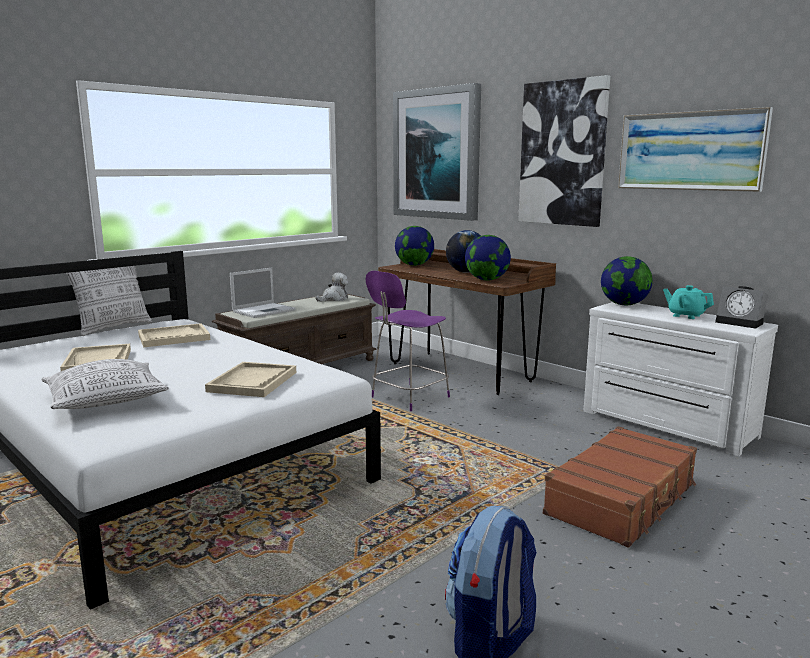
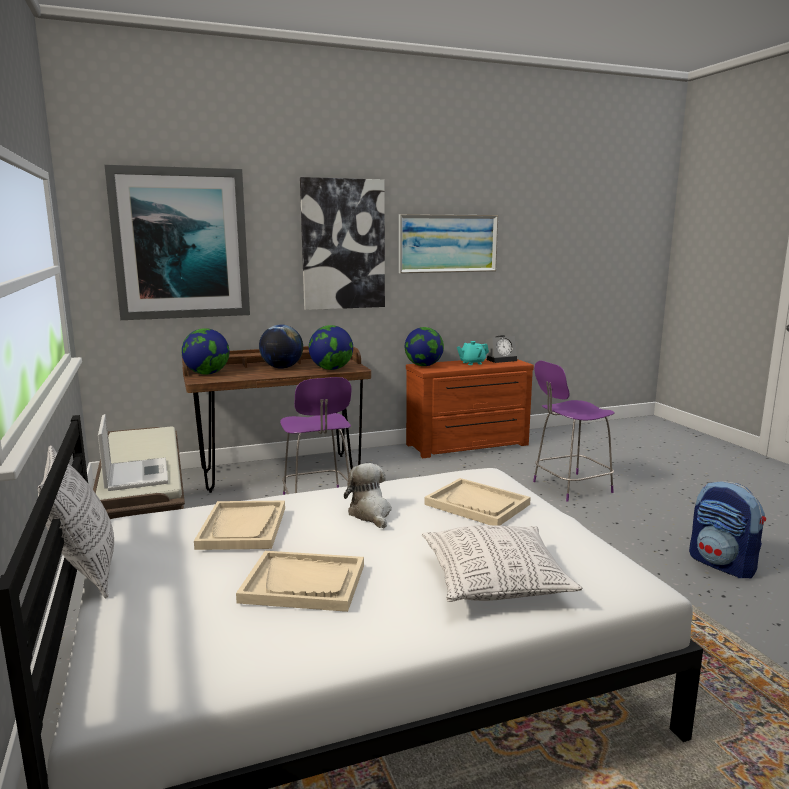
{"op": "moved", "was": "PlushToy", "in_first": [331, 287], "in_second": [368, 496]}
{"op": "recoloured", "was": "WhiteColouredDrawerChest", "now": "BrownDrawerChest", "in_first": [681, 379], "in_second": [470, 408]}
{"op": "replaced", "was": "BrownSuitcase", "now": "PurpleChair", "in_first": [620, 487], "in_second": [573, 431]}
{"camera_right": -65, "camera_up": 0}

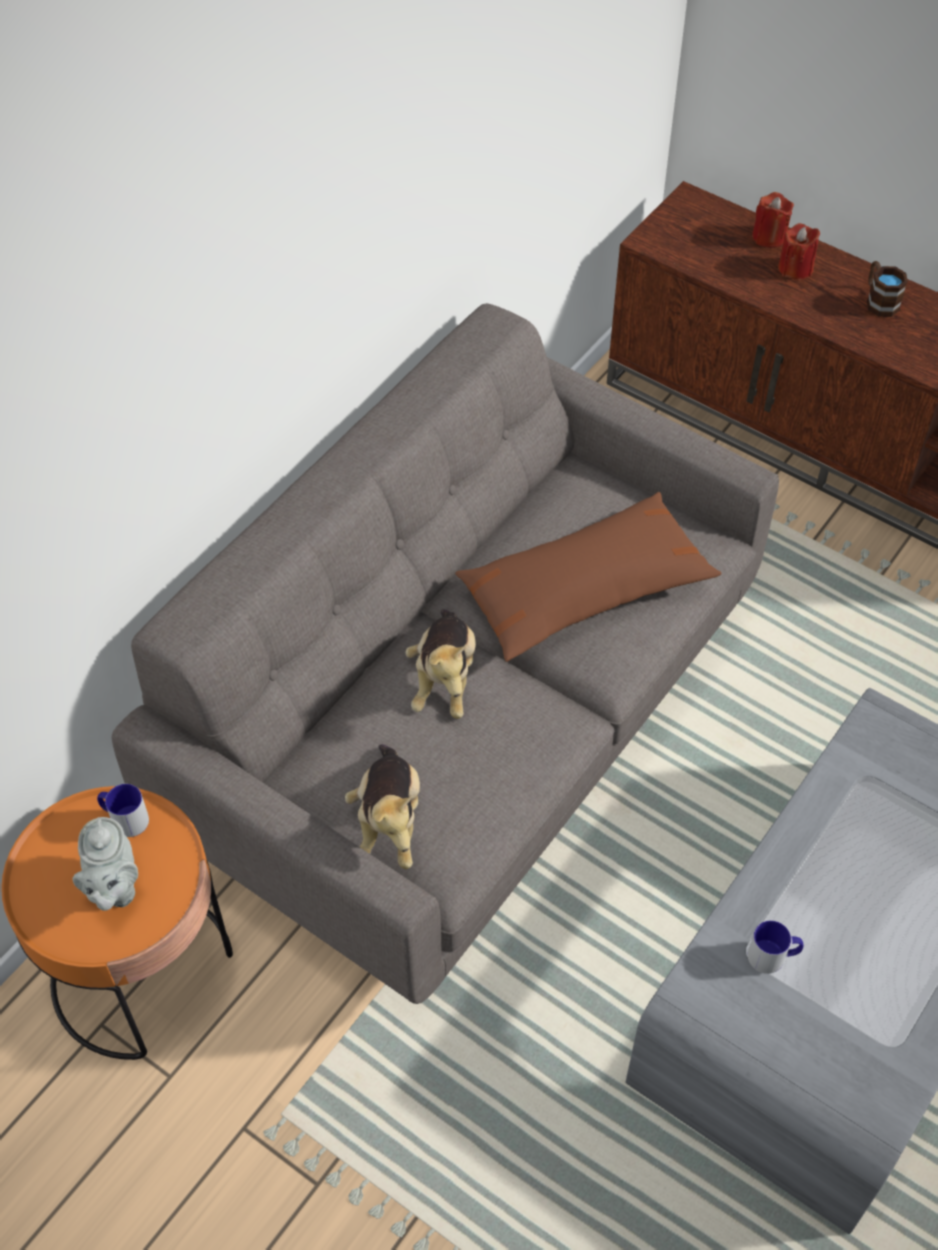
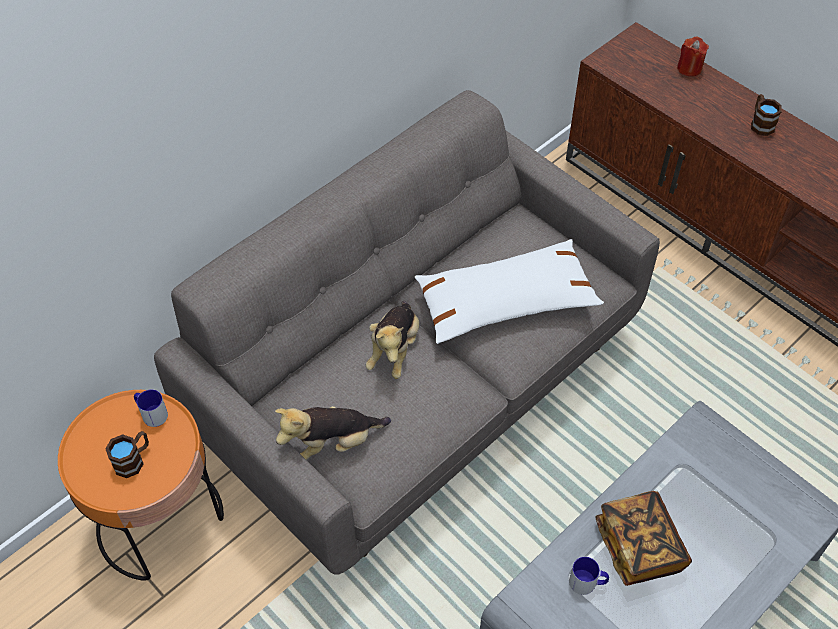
{"op": "replaced", "was": "GreyishTeapot", "now": "BrownMug", "in_first": [105, 864], "in_second": [127, 454]}
{"op": "turned", "was": "PlushToy", "in_first": [382, 806], "in_second": [333, 433], "clockwise": 60}
{"op": "recoloured", "was": "BrownThrowPillow", "now": "WhiteColouredThrowPillow", "in_first": [588, 577], "in_second": [509, 291]}
{"op": "added", "now": "Volume", "in_second": [643, 538]}
{"op": "removed", "was": "ReddishWaxCandle", "in_first": [799, 251]}
{"camera_right": 10, "camera_up": 0}

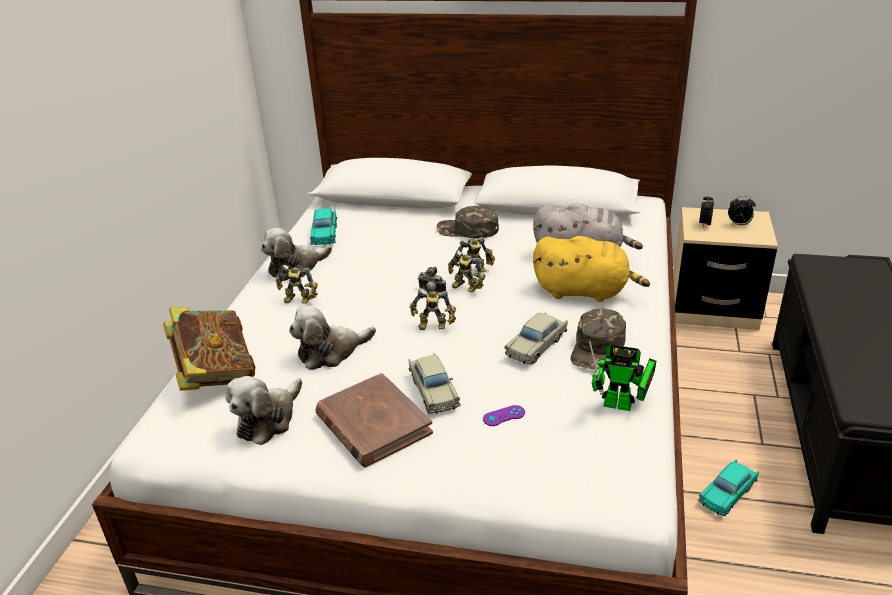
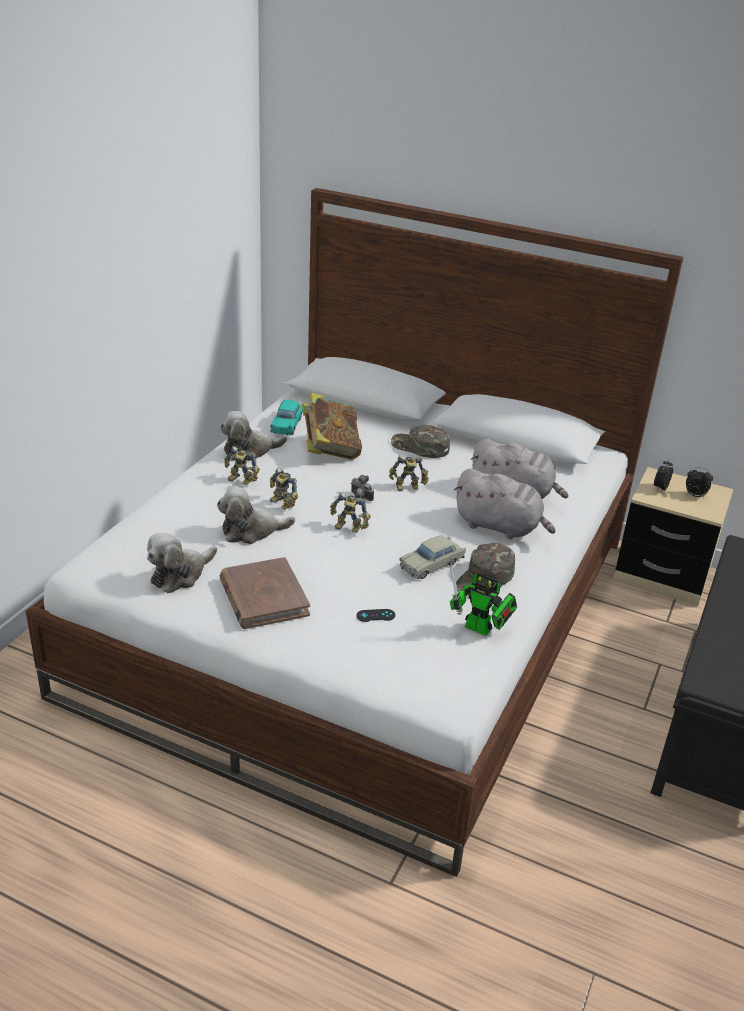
{"op": "moved", "was": "ModelRobot", "in_first": [467, 271], "in_second": [284, 488]}
{"op": "moved", "was": "Volume", "in_first": [209, 349], "in_second": [332, 426]}
{"op": "recoloured", "was": "PurpleGameController", "now": "BlackishGameController", "in_first": [504, 415], "in_second": [375, 615]}
{"op": "recoloured", "was": "YellowishPlushToy", "now": "GreyishPlushToy", "in_first": [591, 269], "in_second": [505, 503]}
{"op": "removed", "was": "BeigeToyCar", "in_first": [434, 383]}
{"op": "removed", "was": "TurquoiseColouredToyCar", "in_first": [728, 487]}
{"camera_right": 10, "camera_up": 0}

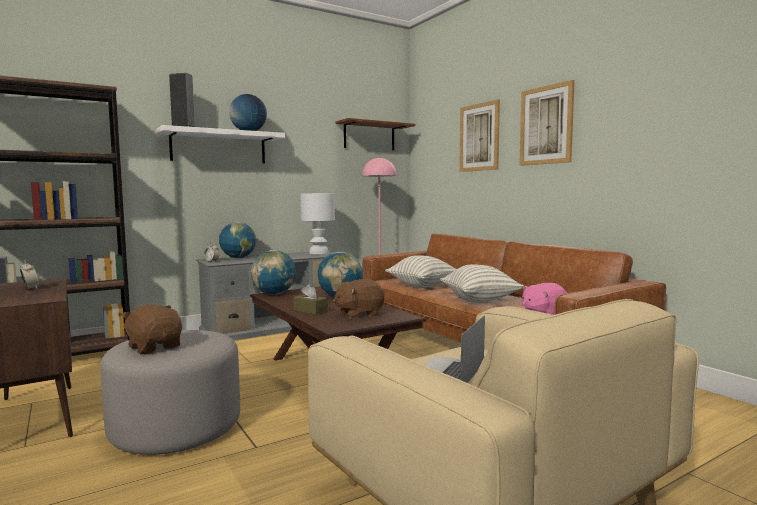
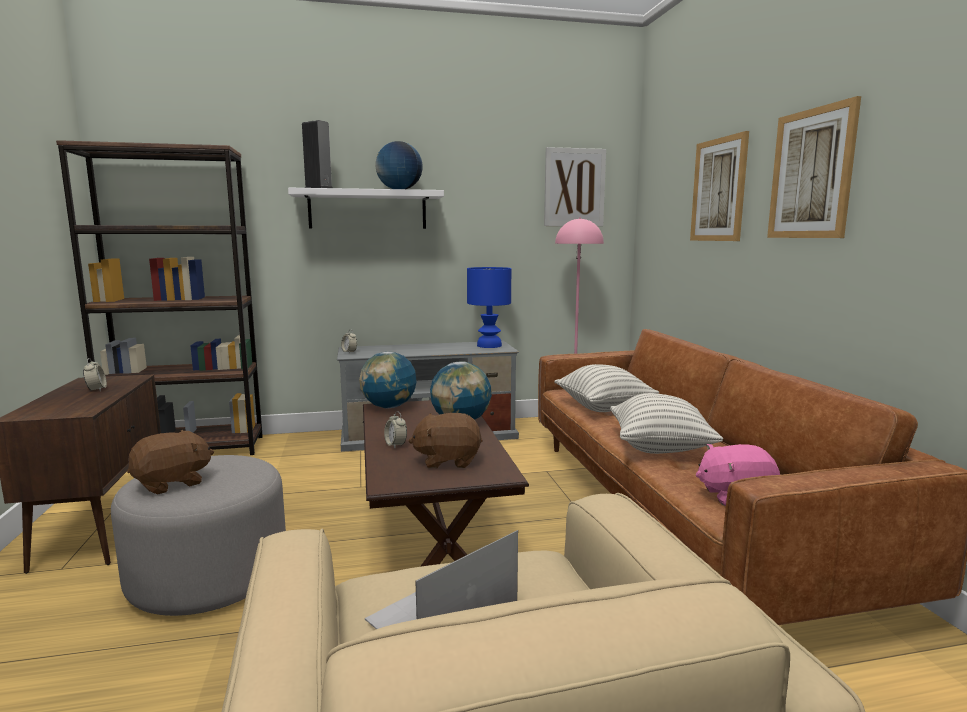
{"op": "turned", "was": "BrownPlushToy", "in_first": [151, 329], "in_second": [170, 462], "clockwise": 75}
{"op": "replaced", "was": "BrownTissueHolder", "now": "AlarmClock", "in_first": [310, 299], "in_second": [395, 430]}
{"op": "recoloured", "was": "WhiteColouredTableLamp", "now": "BlueColouredTableLamp", "in_first": [317, 223], "in_second": [489, 307]}
{"op": "replaced", "was": "BrownShelf", "now": "Picture", "in_first": [375, 134], "in_second": [575, 186]}
{"op": "removed", "was": "WorldGlobe", "in_first": [237, 240]}
{"camera_right": 20, "camera_up": 5}

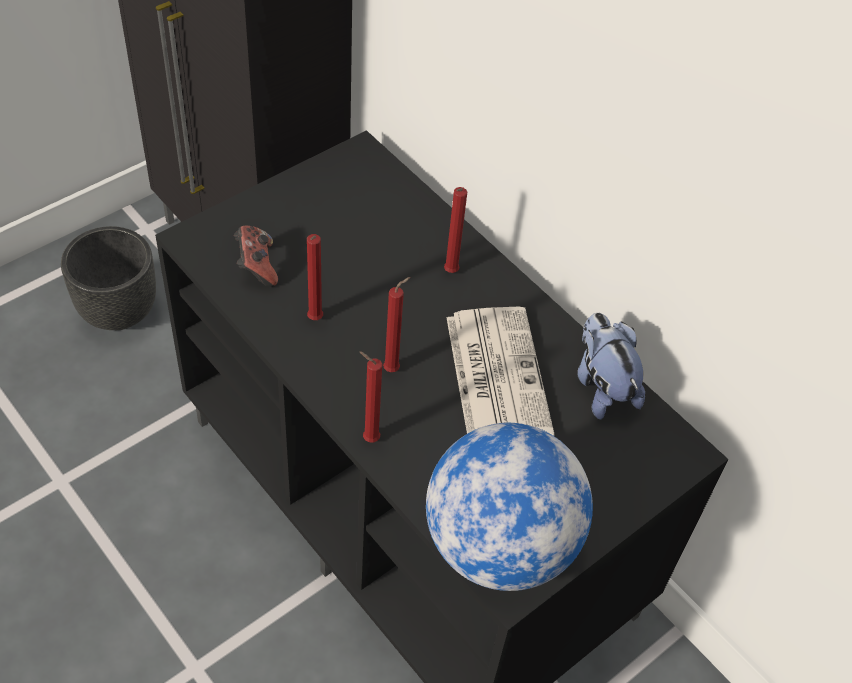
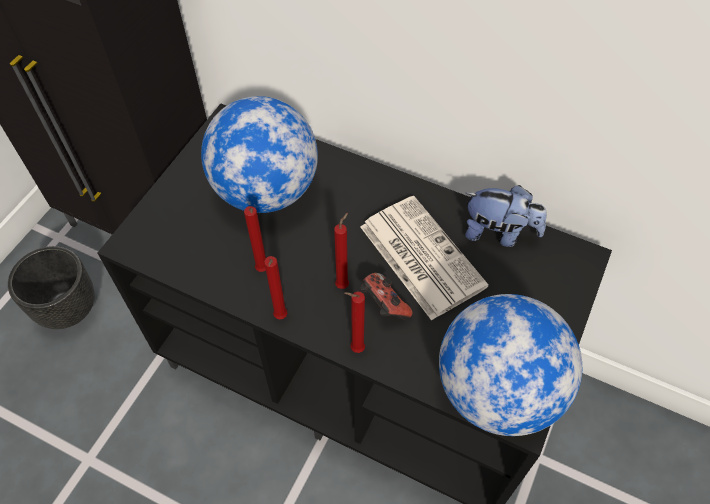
{"op": "added", "now": "WorldGlobe", "in_second": [259, 154]}
{"op": "moved", "was": "ReddishWaxCandle", "in_first": [455, 230], "in_second": [276, 287]}
{"op": "moved", "was": "GameController", "in_first": [256, 256], "in_second": [387, 296]}
{"op": "turned", "was": "PlushToy", "in_first": [611, 366], "in_second": [506, 216], "clockwise": 150}
{"camera_right": -20, "camera_up": 5}

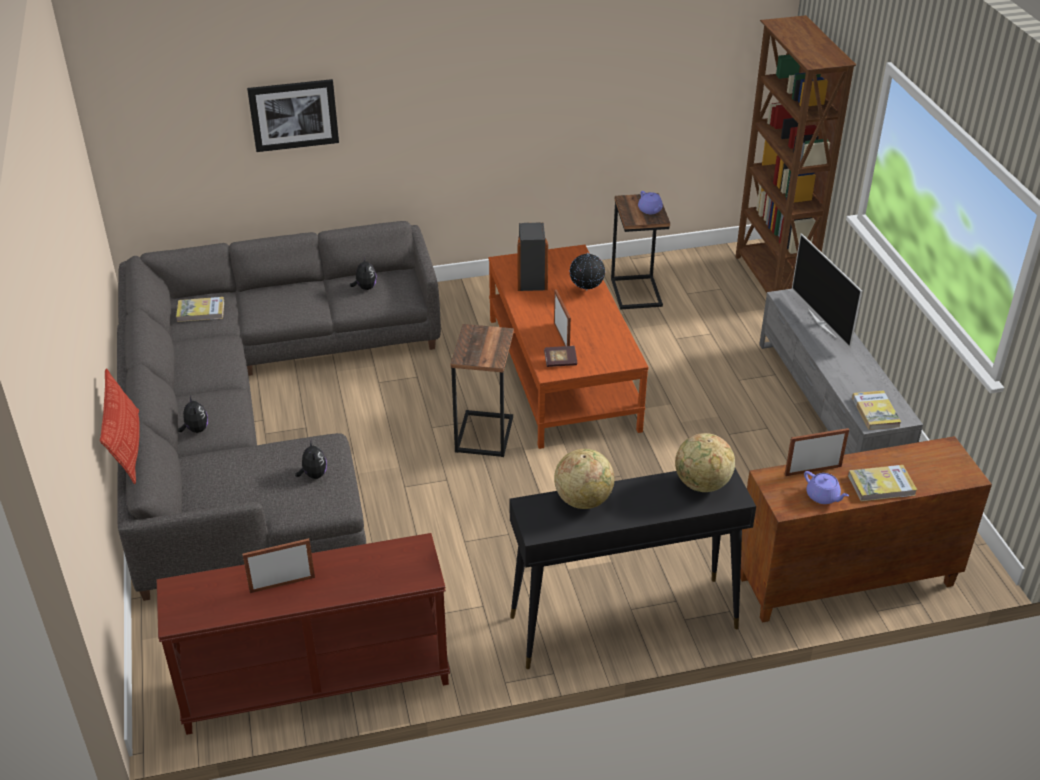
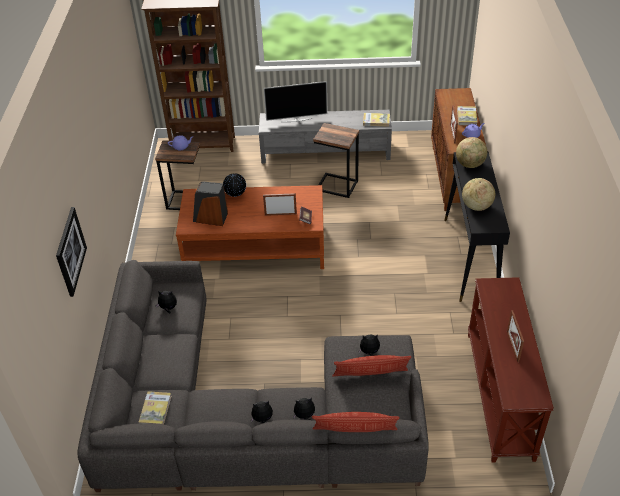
{"op": "added", "now": "PlushToy", "in_second": [262, 412]}
{"op": "moved", "was": "AccentTable", "in_first": [482, 390], "in_second": [336, 160]}
{"op": "added", "now": "ThrowPillow", "in_second": [372, 366]}
{"camera_right": -75, "camera_up": 5}

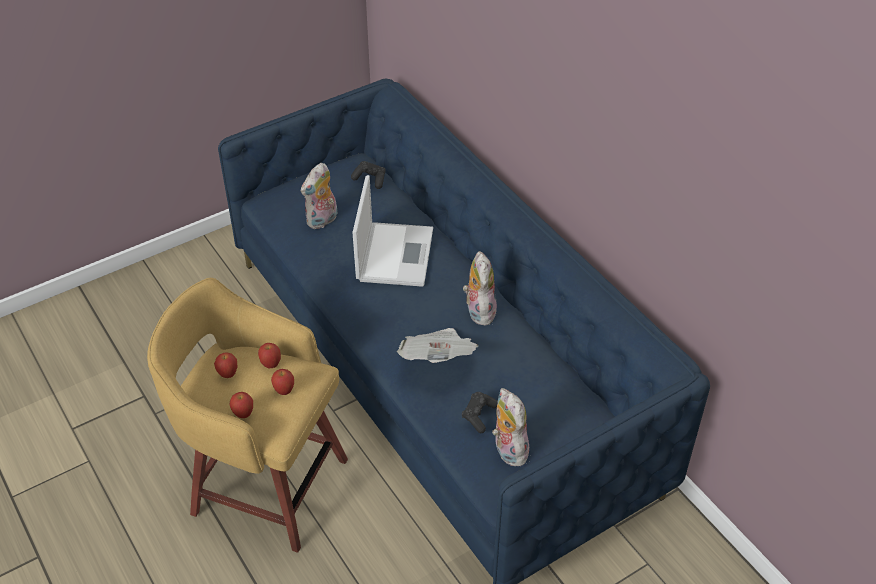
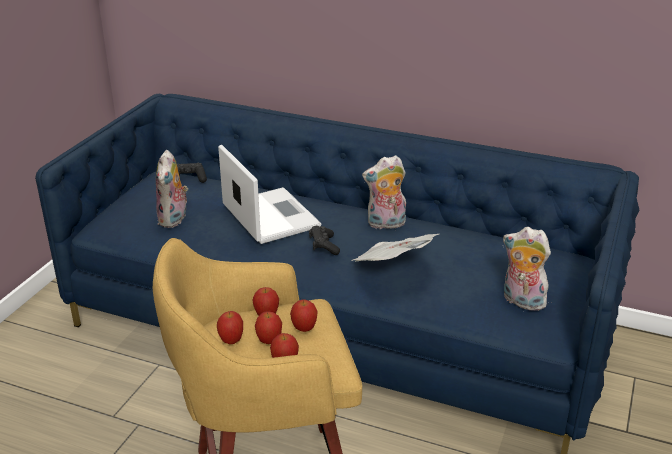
{"op": "added", "now": "AppleFruit", "in_second": [268, 327]}
{"op": "moved", "was": "BlackishGameController", "in_first": [480, 412], "in_second": [324, 240]}
{"op": "turned", "was": "PlushToy", "in_first": [480, 288], "in_second": [384, 192], "clockwise": -60}
{"camera_right": -35, "camera_up": -15}

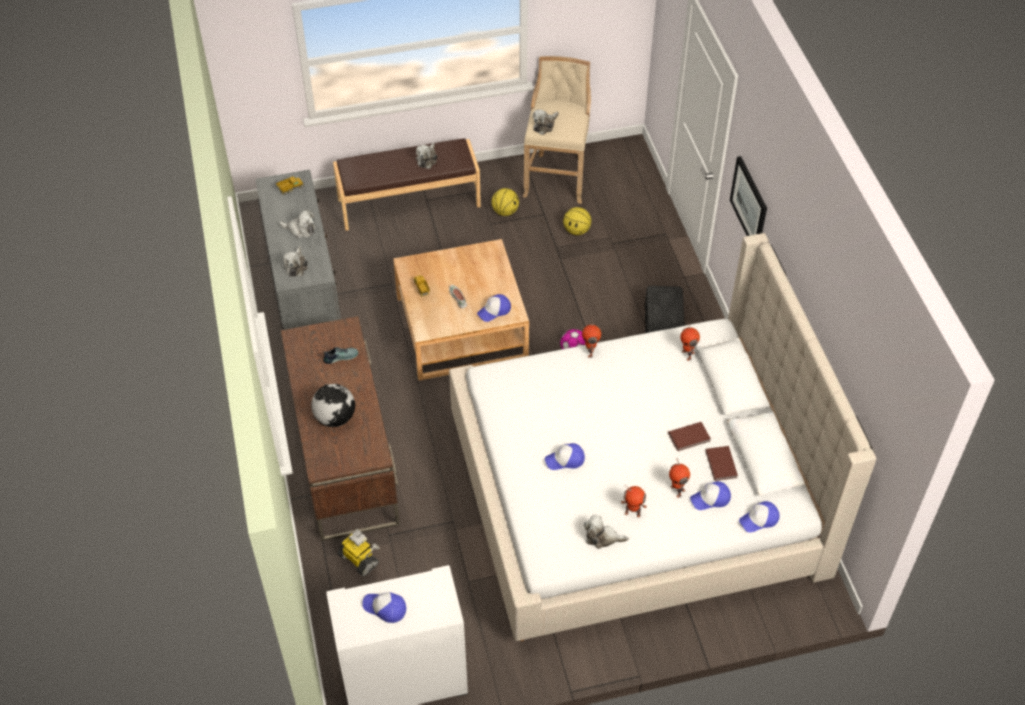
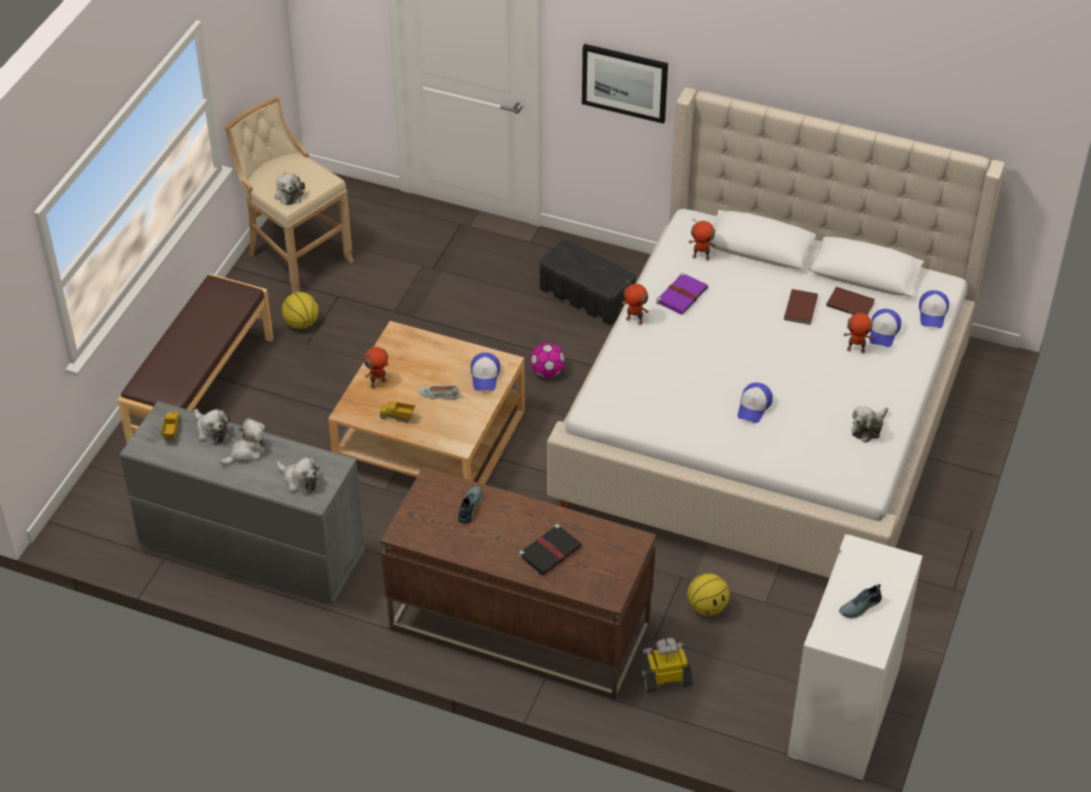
{"op": "moved", "was": "PlushToy", "in_first": [426, 156], "in_second": [212, 427]}
{"op": "moved", "was": "ModelRobot", "in_first": [634, 501], "in_second": [376, 368]}
{"op": "replaced", "was": "WorldGlobe", "now": "BlackishVolume", "in_first": [333, 405], "in_second": [550, 550]}
{"op": "added", "now": "PurpleVolume", "in_second": [682, 294]}
{"op": "moved", "was": "Basketball", "in_first": [577, 221], "in_second": [708, 594]}
{"op": "replaced", "was": "PeakedCap", "now": "Shoe", "in_first": [384, 607], "in_second": [860, 601]}
{"camera_right": -55, "camera_up": -5}

